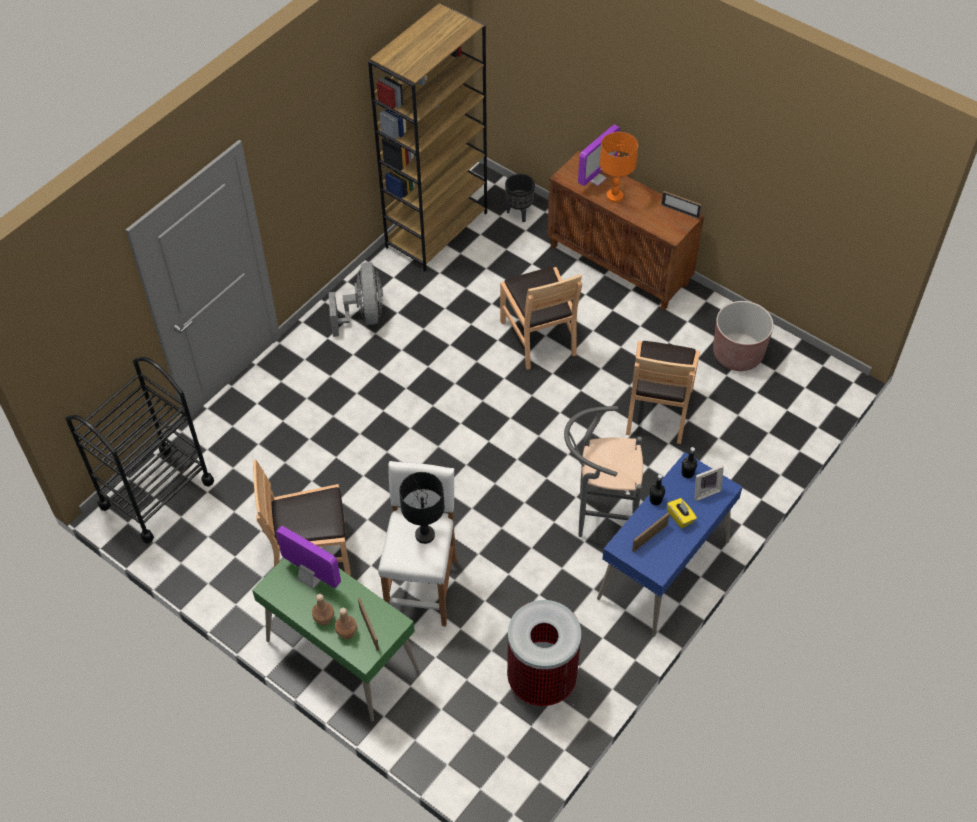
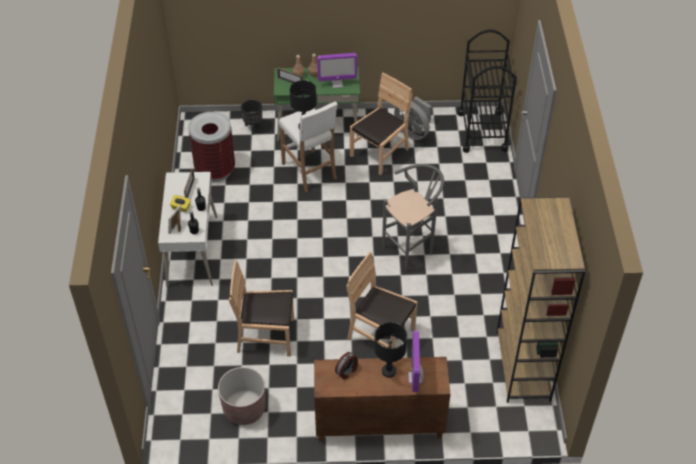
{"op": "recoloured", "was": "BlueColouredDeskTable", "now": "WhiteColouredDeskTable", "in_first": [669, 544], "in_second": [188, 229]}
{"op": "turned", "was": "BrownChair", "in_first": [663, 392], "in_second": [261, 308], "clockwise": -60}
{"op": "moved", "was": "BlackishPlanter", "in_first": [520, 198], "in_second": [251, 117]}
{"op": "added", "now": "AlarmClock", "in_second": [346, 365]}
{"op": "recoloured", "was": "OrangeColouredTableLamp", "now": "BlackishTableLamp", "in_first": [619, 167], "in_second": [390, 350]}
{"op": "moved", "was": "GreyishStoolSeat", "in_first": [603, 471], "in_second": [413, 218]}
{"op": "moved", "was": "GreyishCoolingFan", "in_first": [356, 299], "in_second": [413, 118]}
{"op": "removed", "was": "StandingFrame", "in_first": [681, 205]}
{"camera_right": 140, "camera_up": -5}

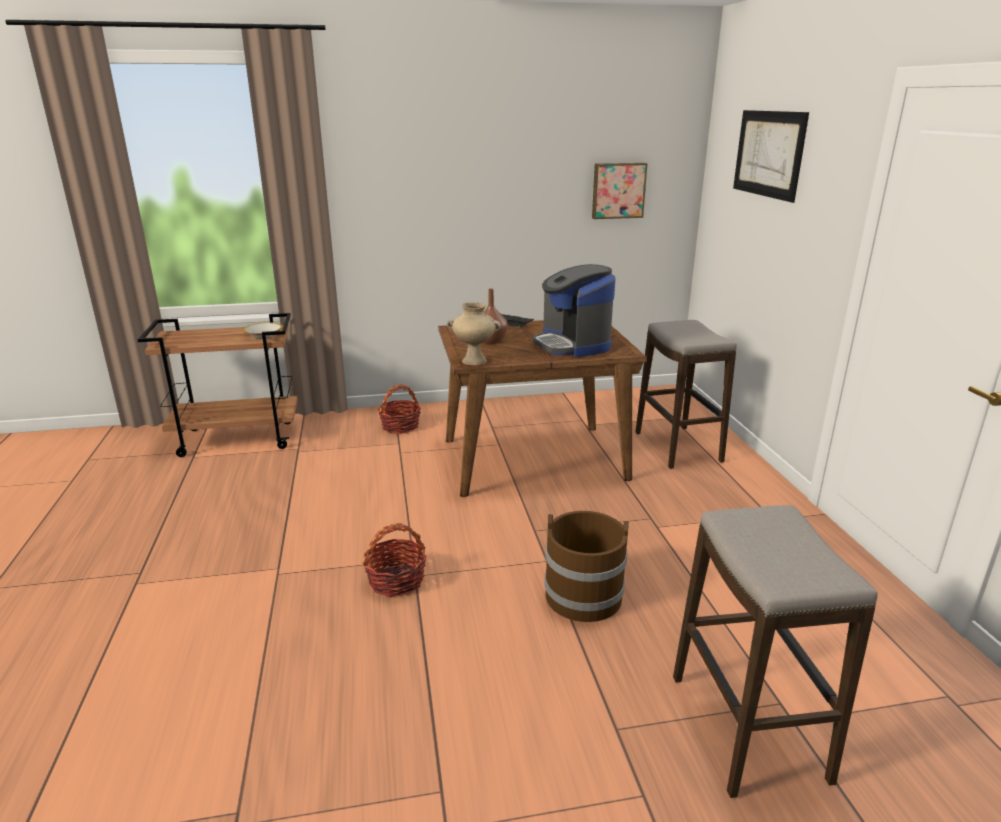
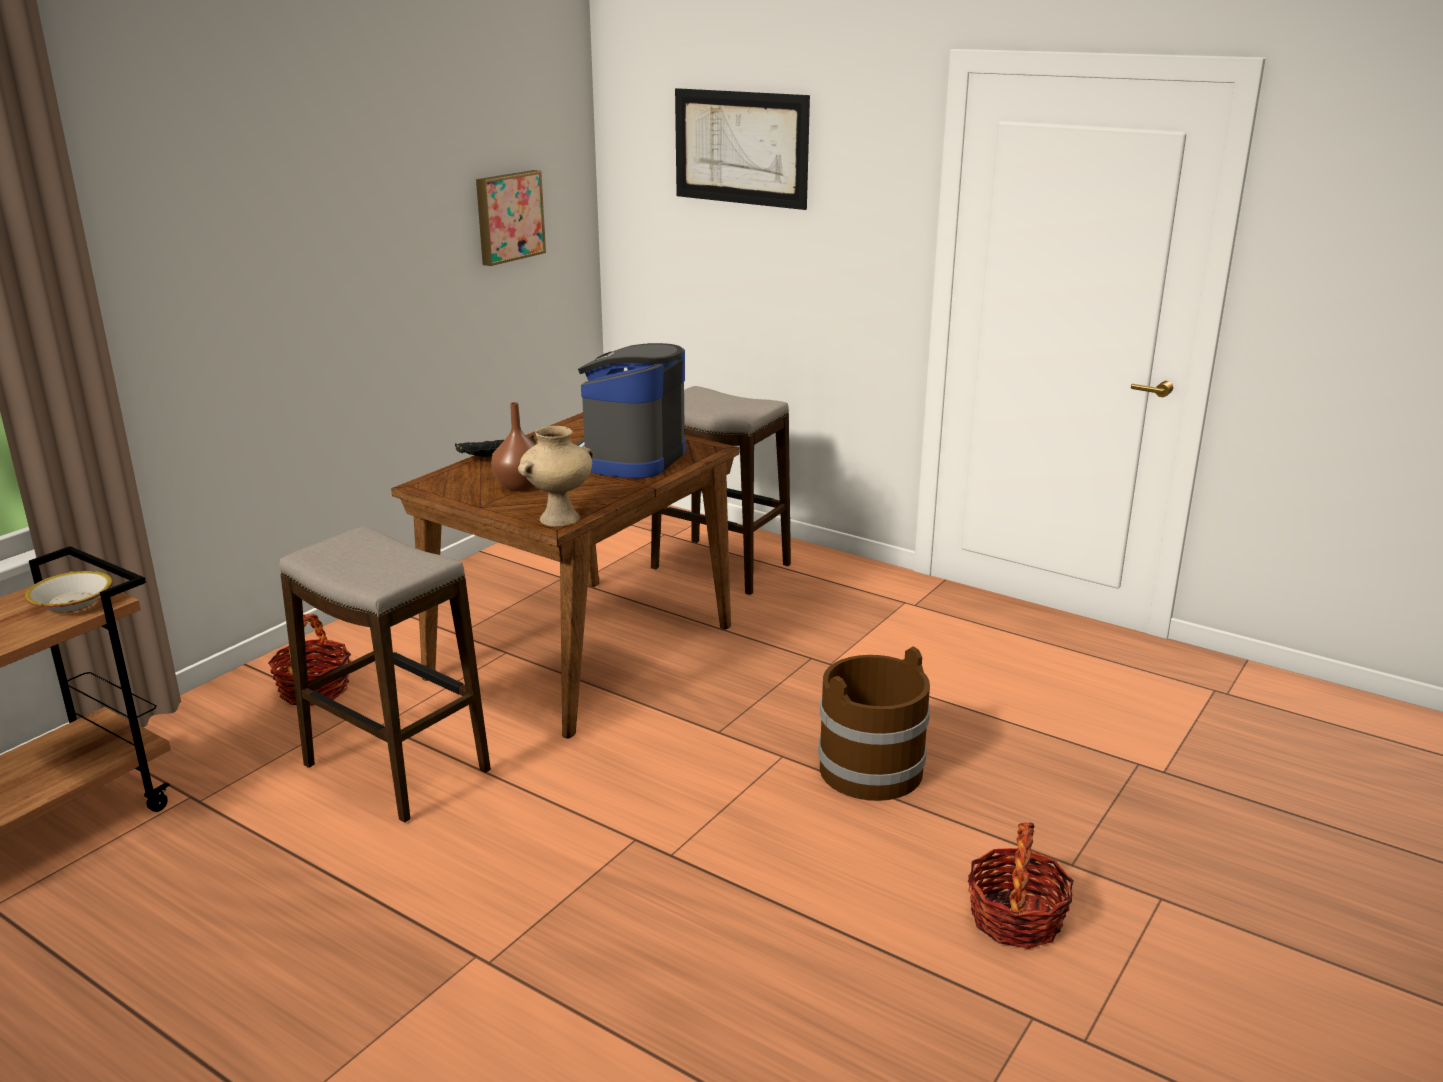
{"op": "moved", "was": "StoolSeat", "in_first": [775, 651], "in_second": [385, 674]}
{"op": "turned", "was": "CoffeeBrewer", "in_first": [574, 310], "in_second": [630, 411], "clockwise": 90}
{"op": "moved", "was": "HouseholdBasket", "in_first": [394, 560], "in_second": [1021, 885]}
{"camera_right": -45, "camera_up": 0}

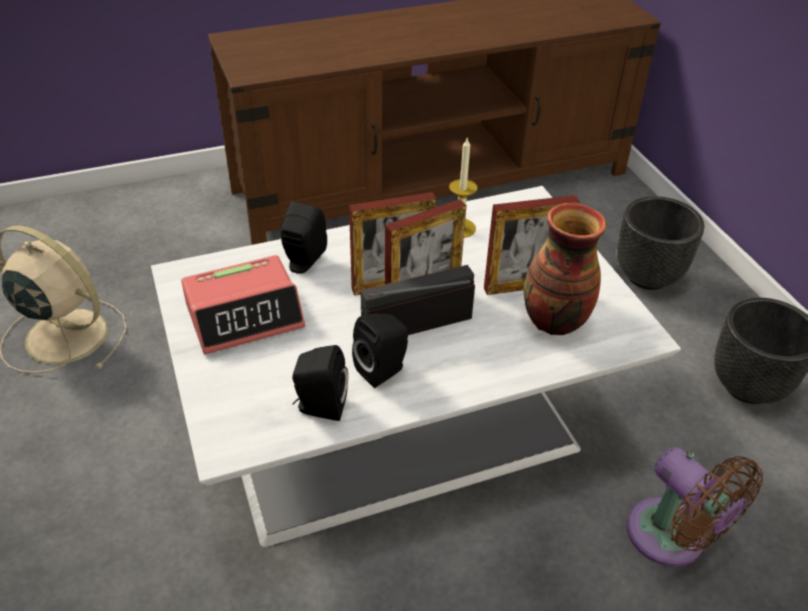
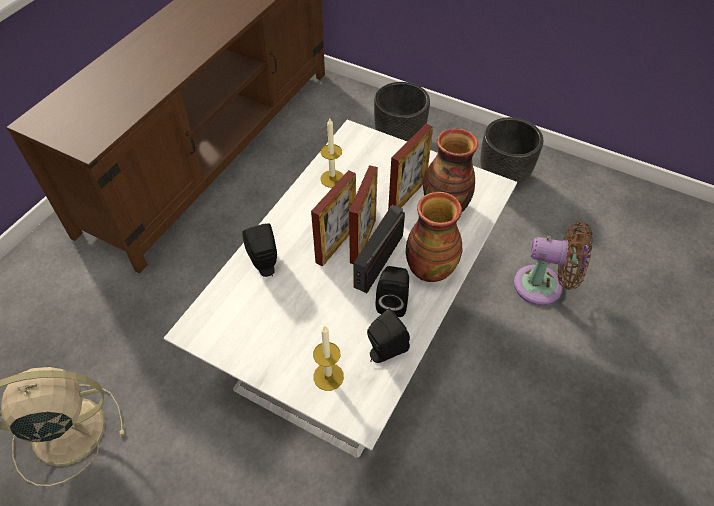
{"op": "added", "now": "WaxCandle", "in_second": [328, 358]}
{"op": "added", "now": "FlowerVase", "in_second": [434, 237]}
{"op": "removed", "was": "AlarmClock", "in_first": [243, 304]}
{"camera_right": -40, "camera_up": 10}

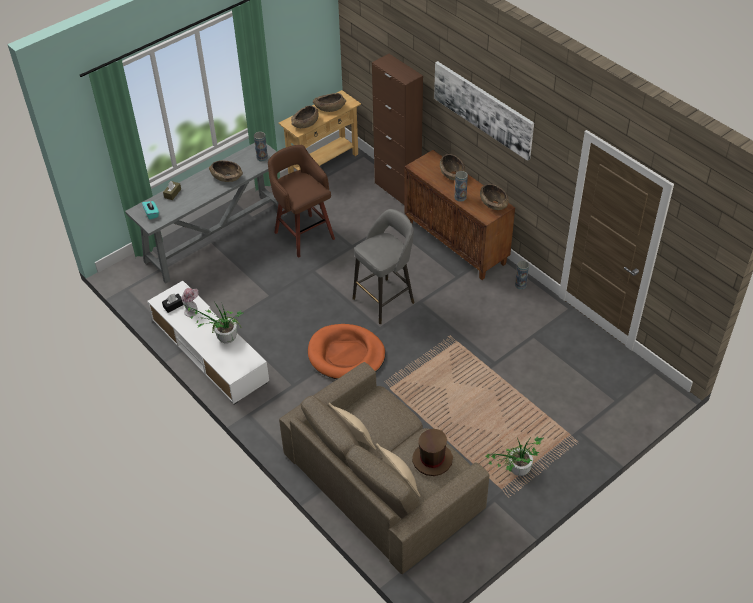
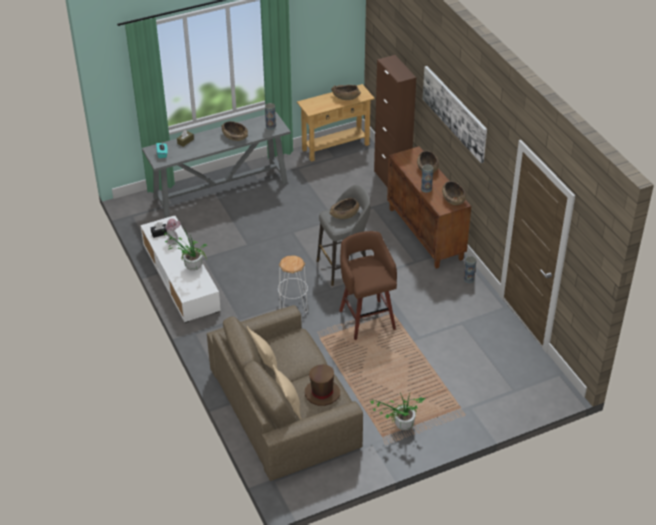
{"op": "replaced", "was": "OrangeColouredPetBed", "now": "WhiteColouredStoolSeat", "in_first": [346, 351], "in_second": [293, 284]}
{"op": "moved", "was": "BrownDeepDish", "in_first": [305, 116], "in_second": [345, 208]}
{"op": "moved", "was": "BrownStoolSeat", "in_first": [301, 201], "in_second": [368, 285]}
{"camera_right": 15, "camera_up": -5}

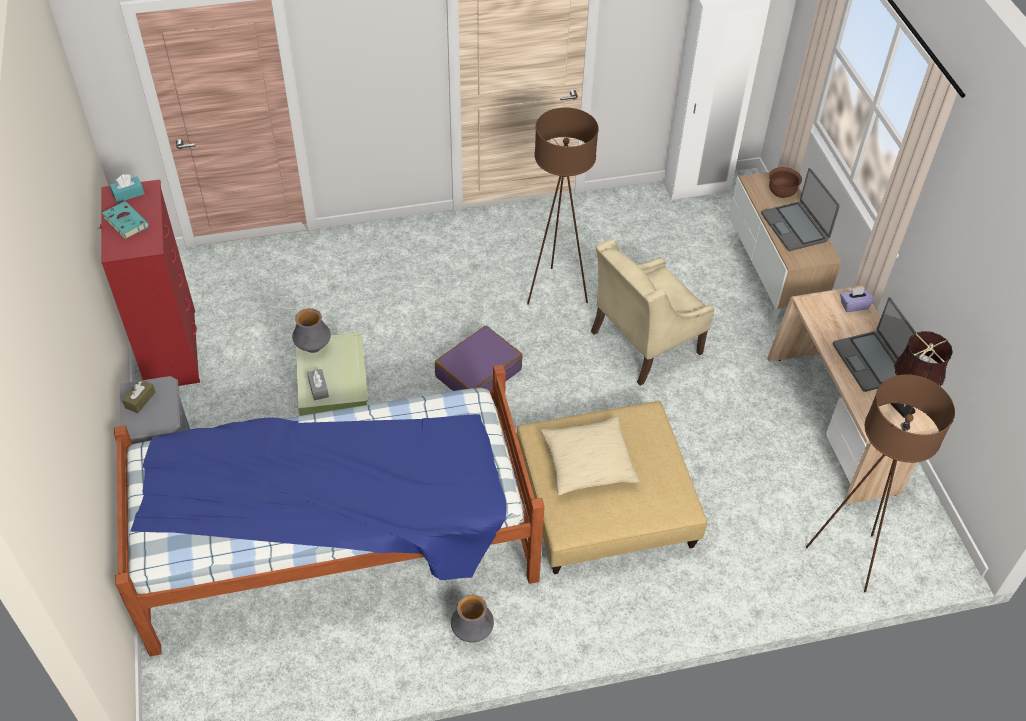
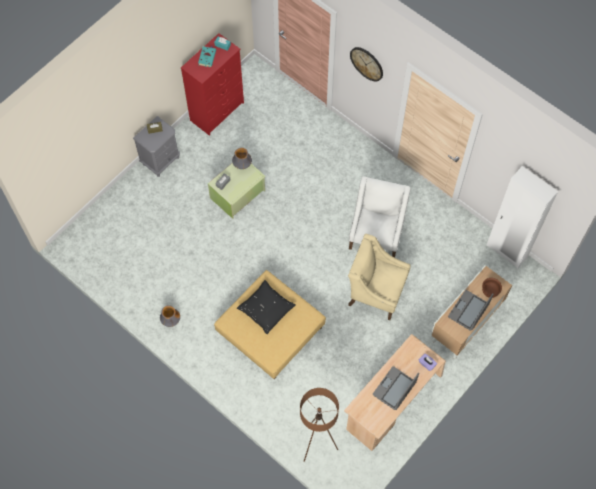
{"op": "recoloured", "was": "BeigeThrowPillow", "now": "BlackishThrowPillow", "in_first": [589, 455], "in_second": [266, 307]}
{"op": "replaced", "was": "BrownStandardLamp", "now": "WhiteColouredArmchair", "in_first": [563, 206], "in_second": [380, 217]}
{"op": "added", "now": "ClockOnTheWall", "in_second": [366, 64]}
{"op": "removed", "was": "BedroomBed", "in_first": [329, 510]}
{"op": "removed", "was": "PurpleSuitcase", "in_first": [479, 358]}
{"op": "removed", "was": "BrownTableLamp", "in_first": [921, 374]}
{"camera_right": 55, "camera_up": 15}

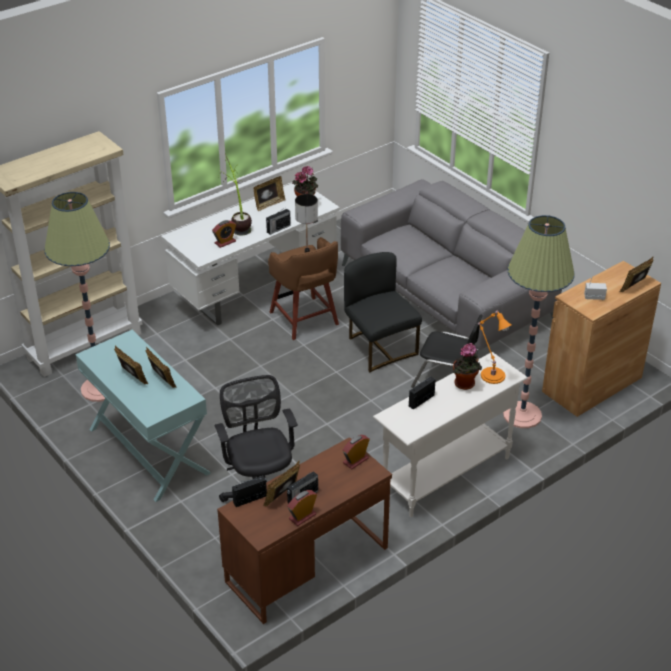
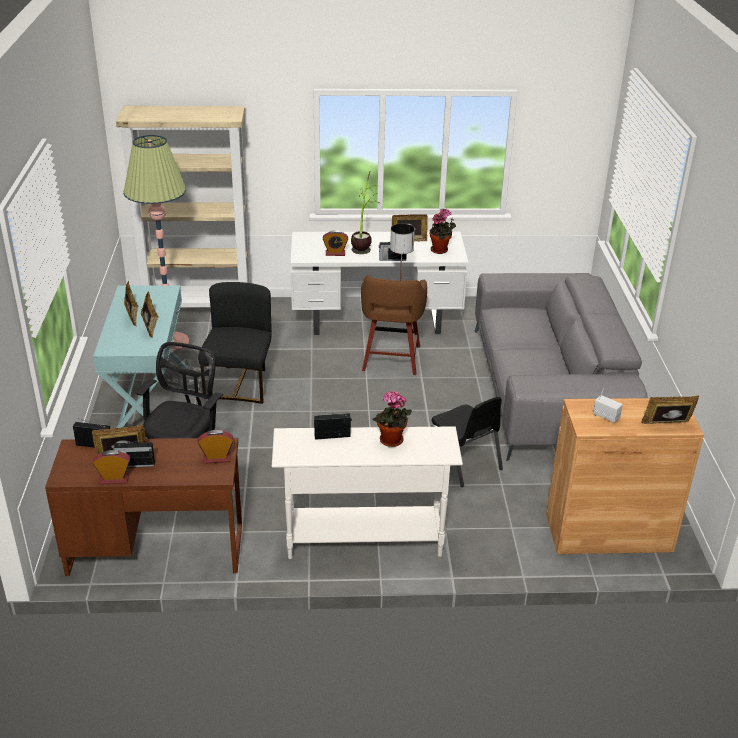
{"op": "moved", "was": "BlackishChair", "in_first": [383, 312], "in_second": [236, 343]}
{"op": "removed", "was": "OrangeColouredTableLamp", "in_first": [494, 347]}
{"op": "removed", "was": "StandardLamp", "in_first": [539, 321]}
{"camera_right": 35, "camera_up": -5}

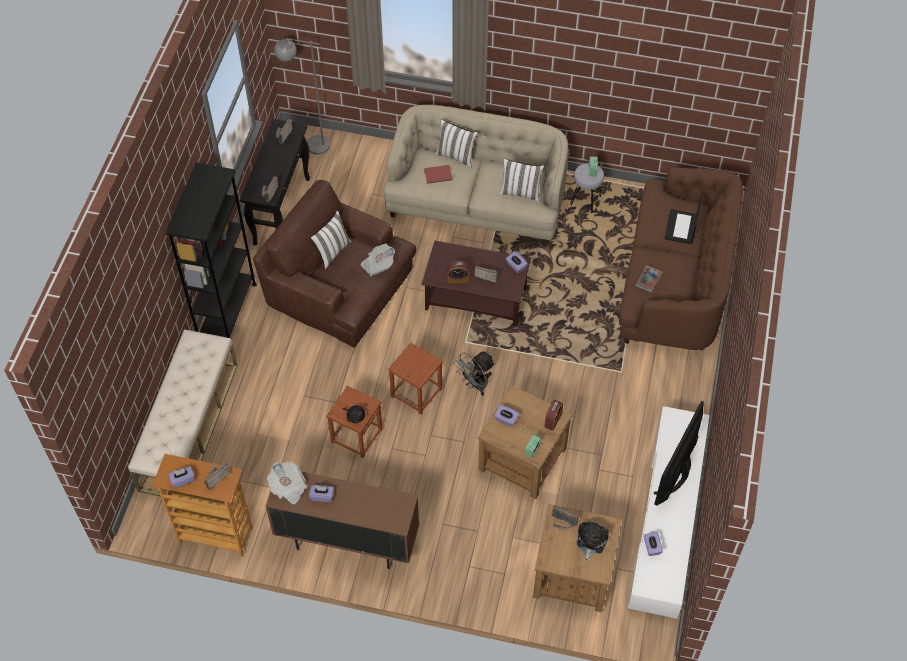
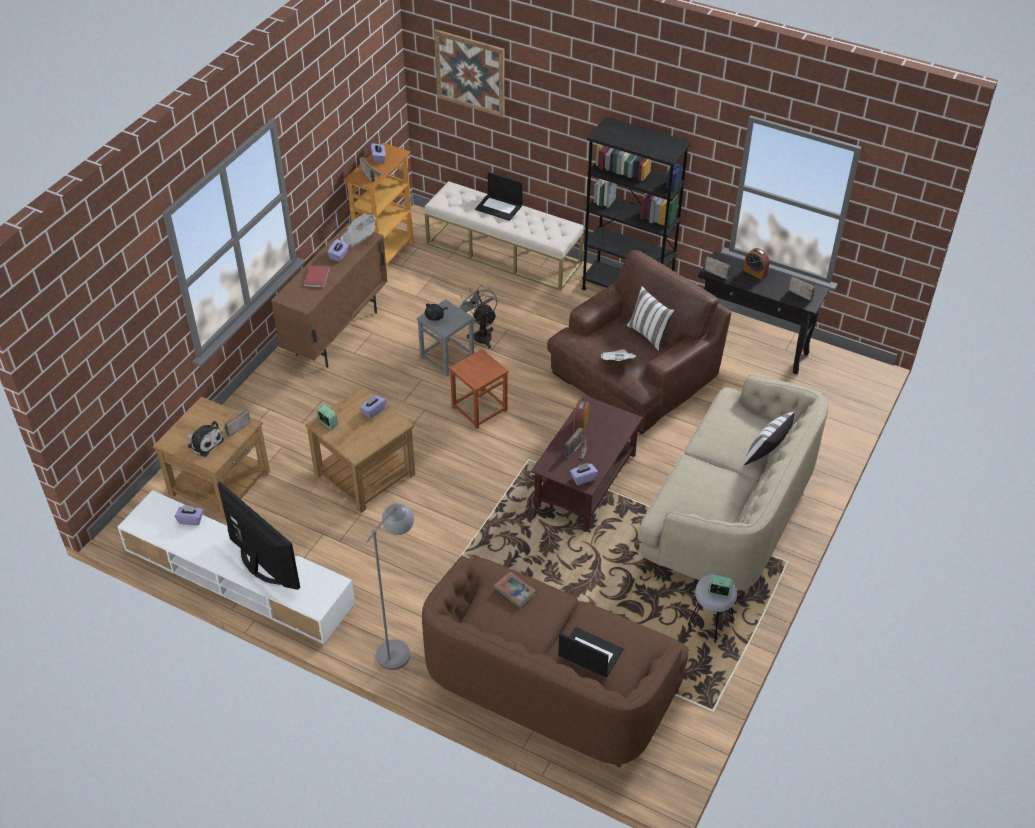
{"op": "moved", "was": "ReddishVolume", "in_first": [438, 174], "in_second": [316, 276]}
{"op": "moved", "was": "GreyishStandardLamp", "in_first": [302, 96], "in_second": [390, 586]}
{"op": "recoloured", "was": "BrownStoolSeat", "now": "GreyishStoolSeat", "in_first": [354, 422], "in_second": [445, 337]}
{"op": "added", "now": "Picture", "in_second": [469, 73]}
{"op": "moved", "was": "GreyishCoolingFan", "in_first": [474, 374], "in_second": [477, 317]}
{"op": "added", "now": "Laptop", "in_second": [499, 196]}
{"op": "moved", "was": "AlarmClock", "in_first": [553, 415], "in_second": [756, 264]}
{"op": "removed", "was": "WhiteColouredThrowPillow", "in_first": [521, 180]}
{"camera_right": 105, "camera_up": -10}

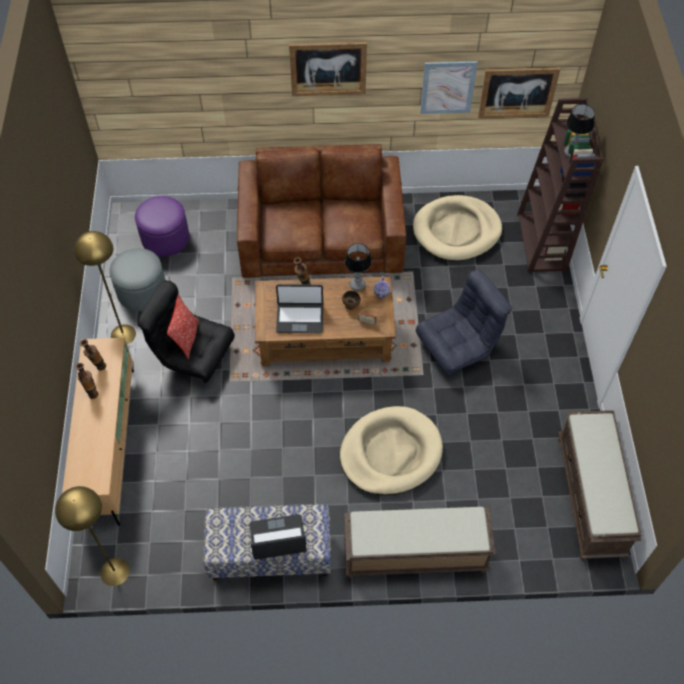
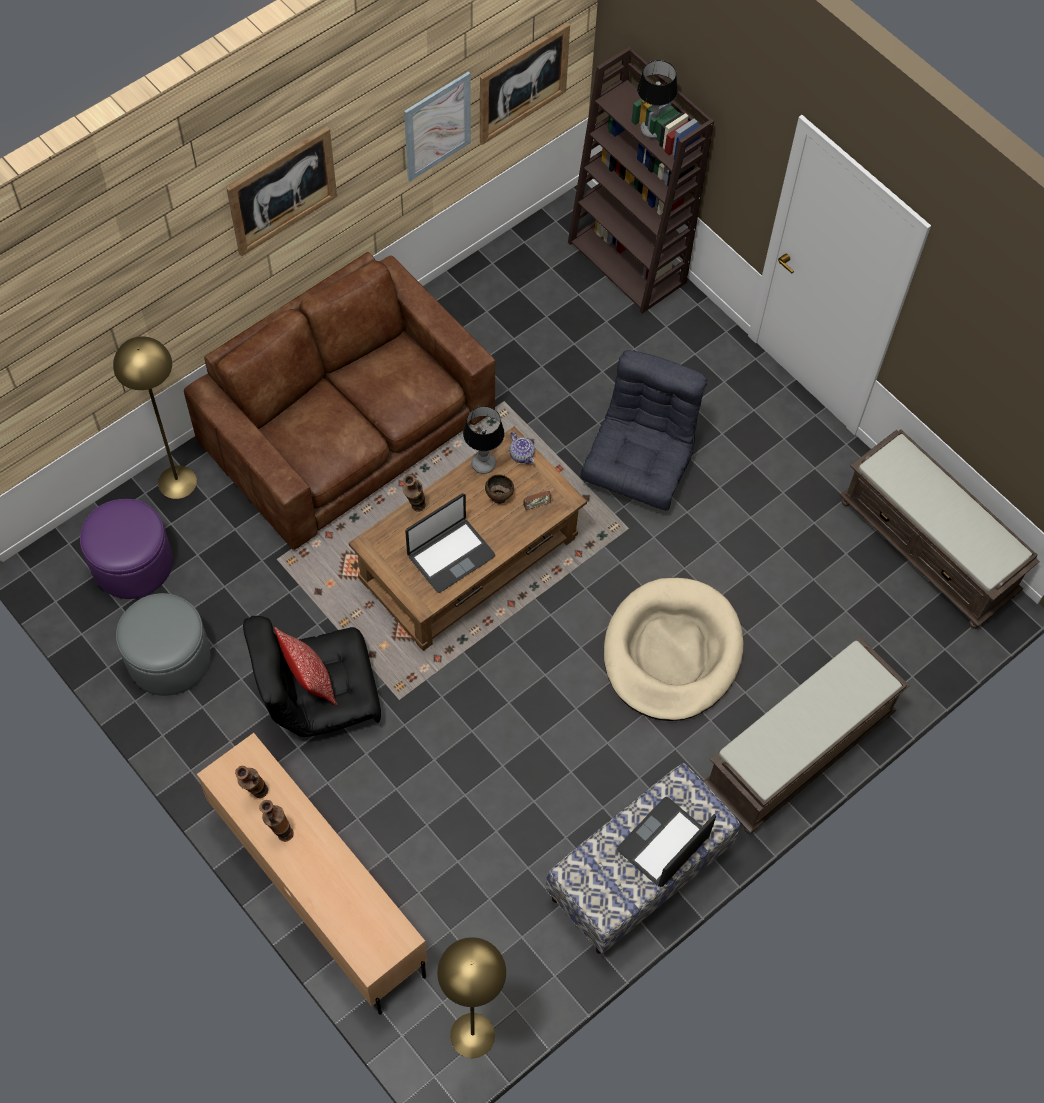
{"op": "moved", "was": "YellowishStandardLamp", "in_first": [105, 287], "in_second": [155, 417]}
{"op": "removed", "was": "BeigePetBed", "in_first": [457, 228]}
{"camera_right": -40, "camera_up": 5}

